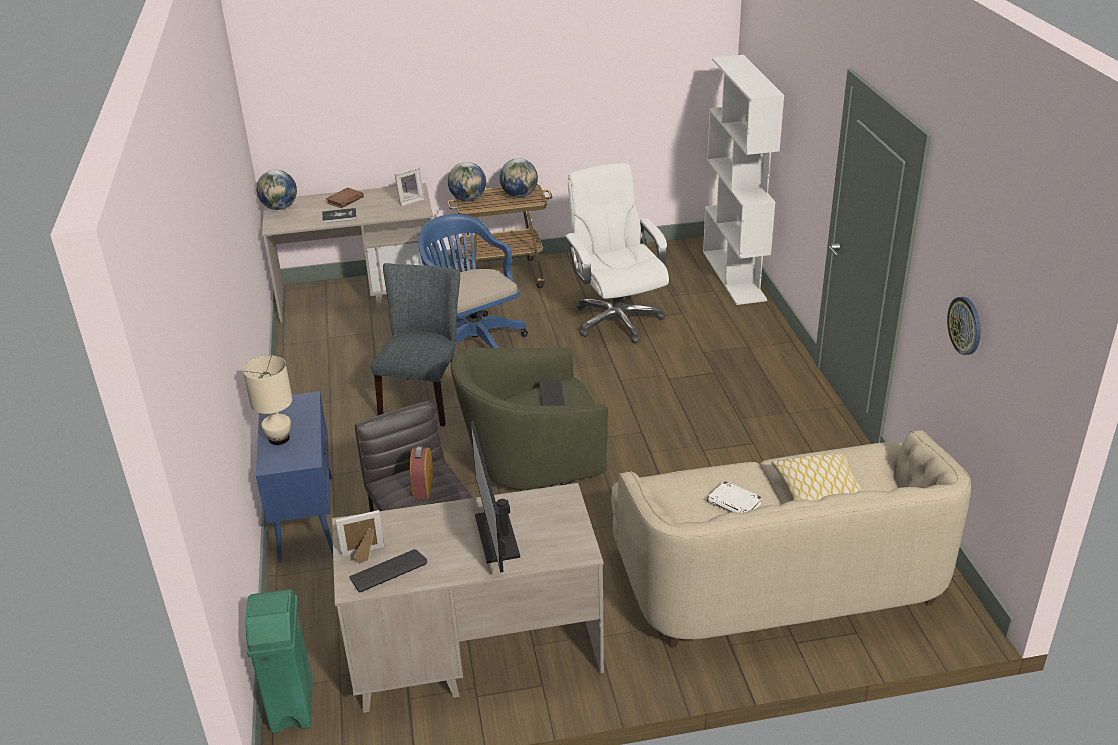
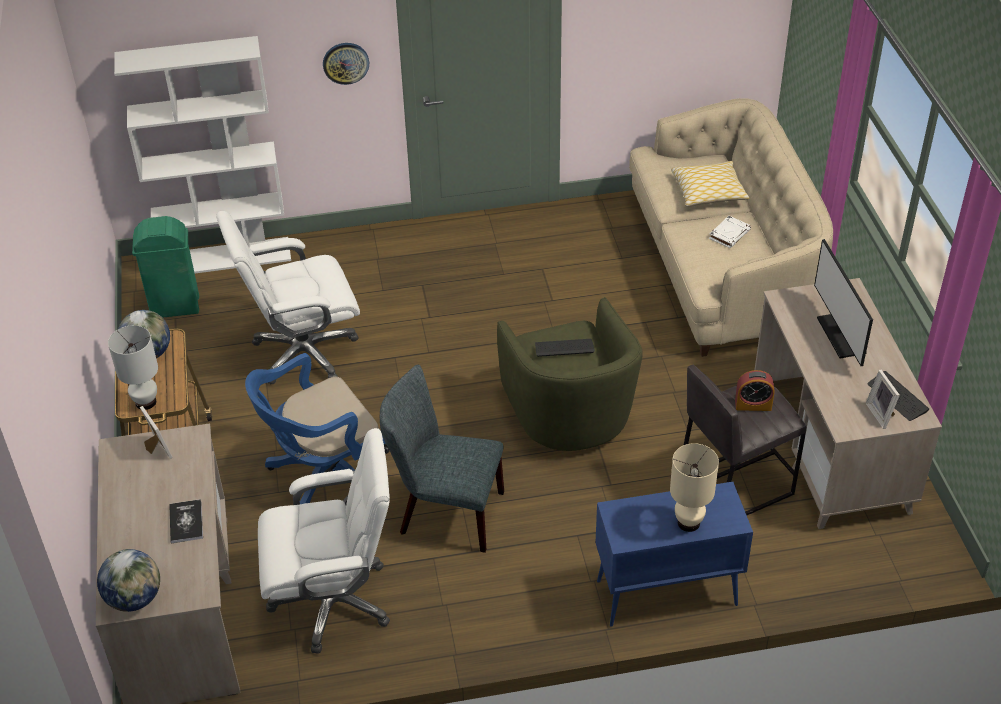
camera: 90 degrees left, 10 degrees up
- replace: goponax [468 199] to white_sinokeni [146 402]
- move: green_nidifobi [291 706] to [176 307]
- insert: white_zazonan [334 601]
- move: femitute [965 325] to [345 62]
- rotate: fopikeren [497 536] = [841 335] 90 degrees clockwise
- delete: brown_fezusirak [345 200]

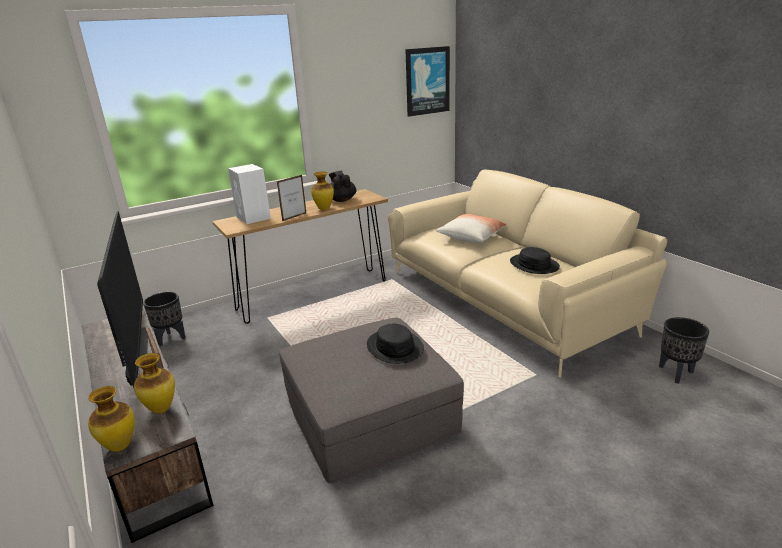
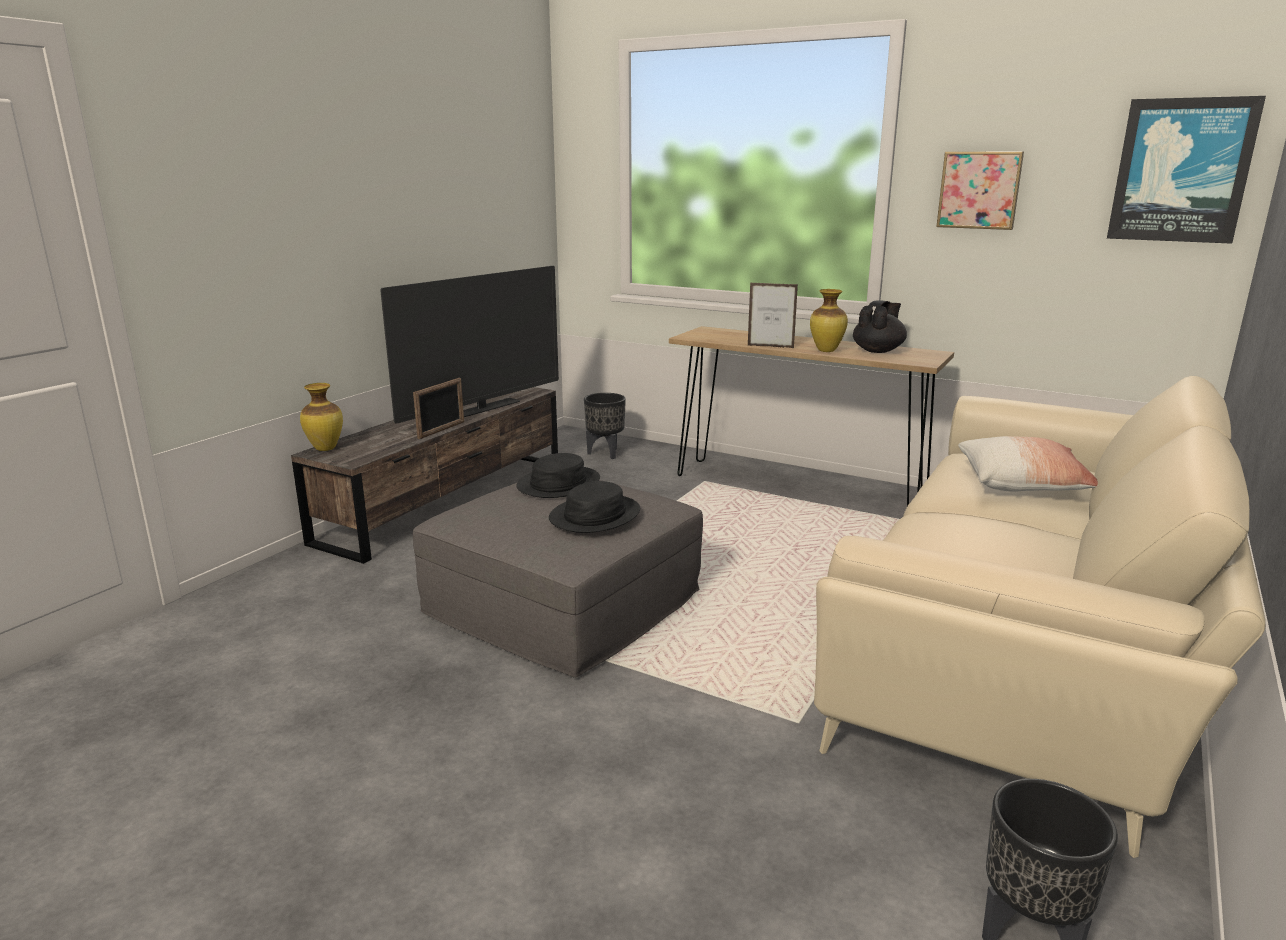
camera: 60 degrees right, 5 degrees down
- move: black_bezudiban [534 265] to [558 484]
- insert: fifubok [979 190]
- delete: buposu [161 409]
- delete: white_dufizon [253 218]

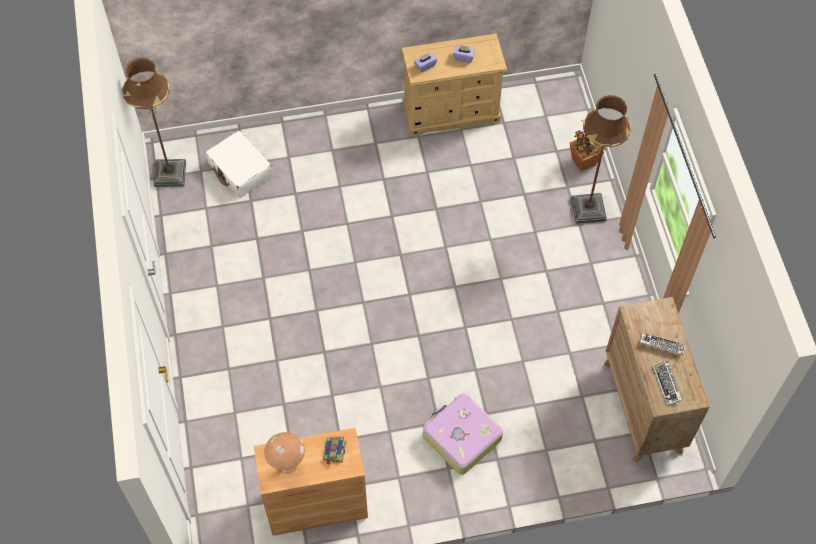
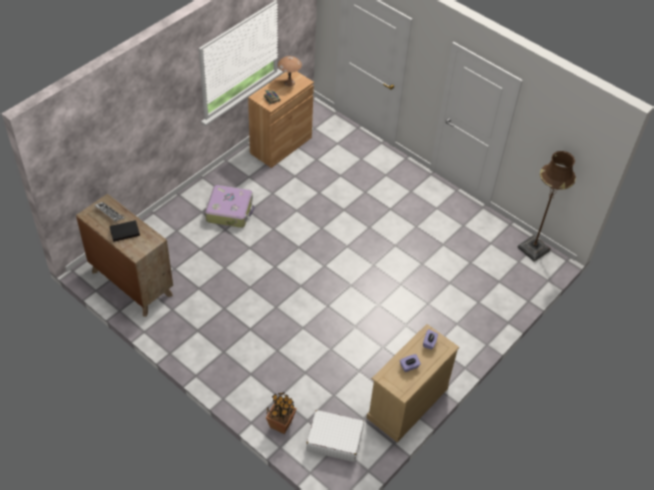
camera: 140 degrees right, 10 degrees down
- replace: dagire [662 345] to black_fezusirak [125 231]
- move: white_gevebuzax [240 170] to [334 440]
- delete: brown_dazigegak [588 209]

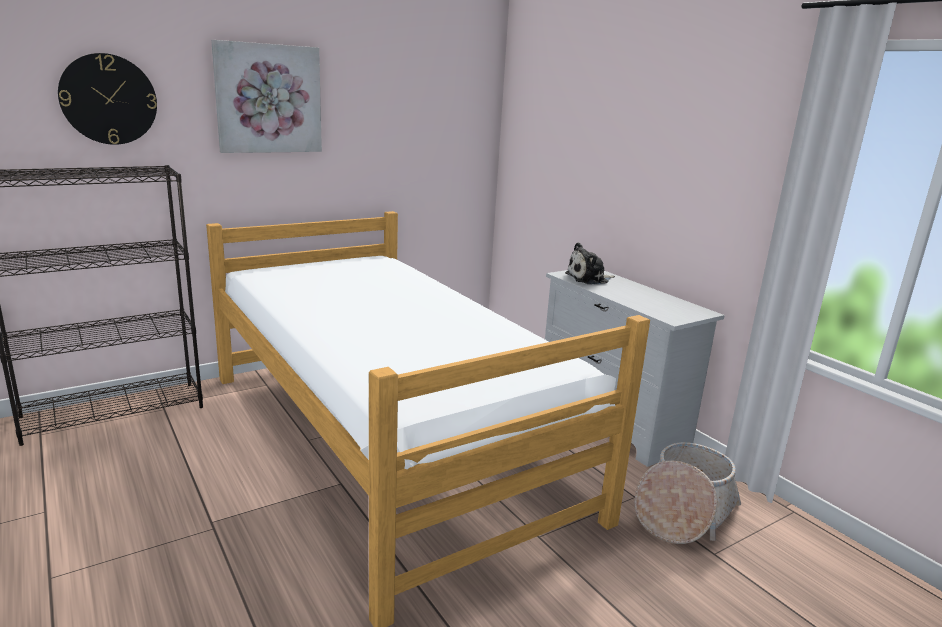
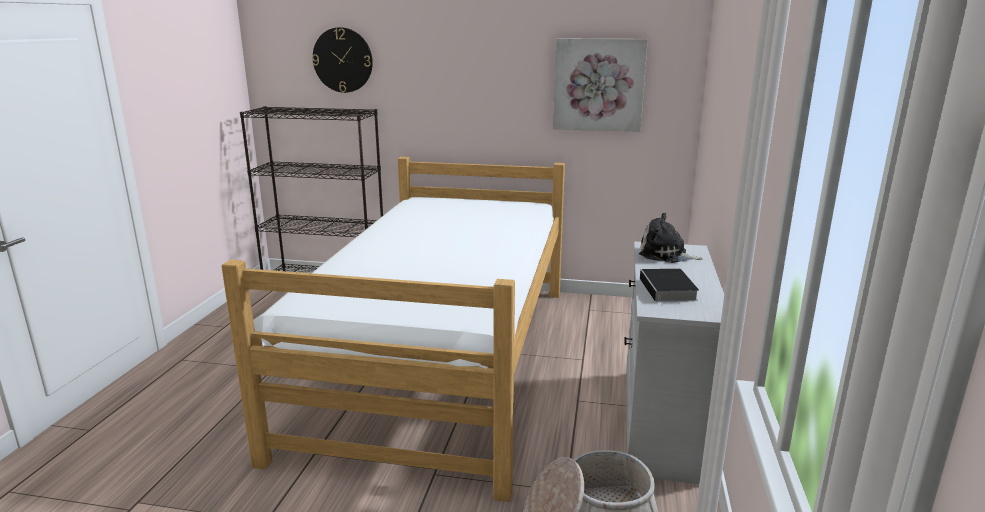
camera: 45 degrees right, 0 degrees up
- move: fifubok [268 99] to [598 85]
- insert: fezusirak [668 290]

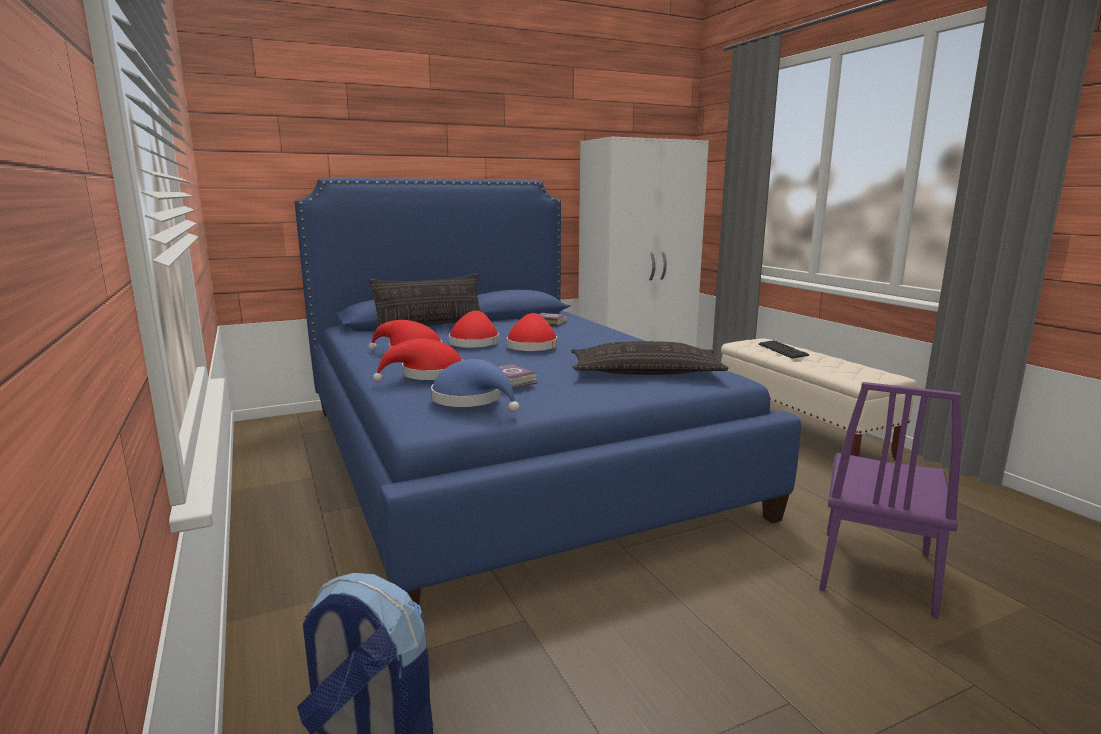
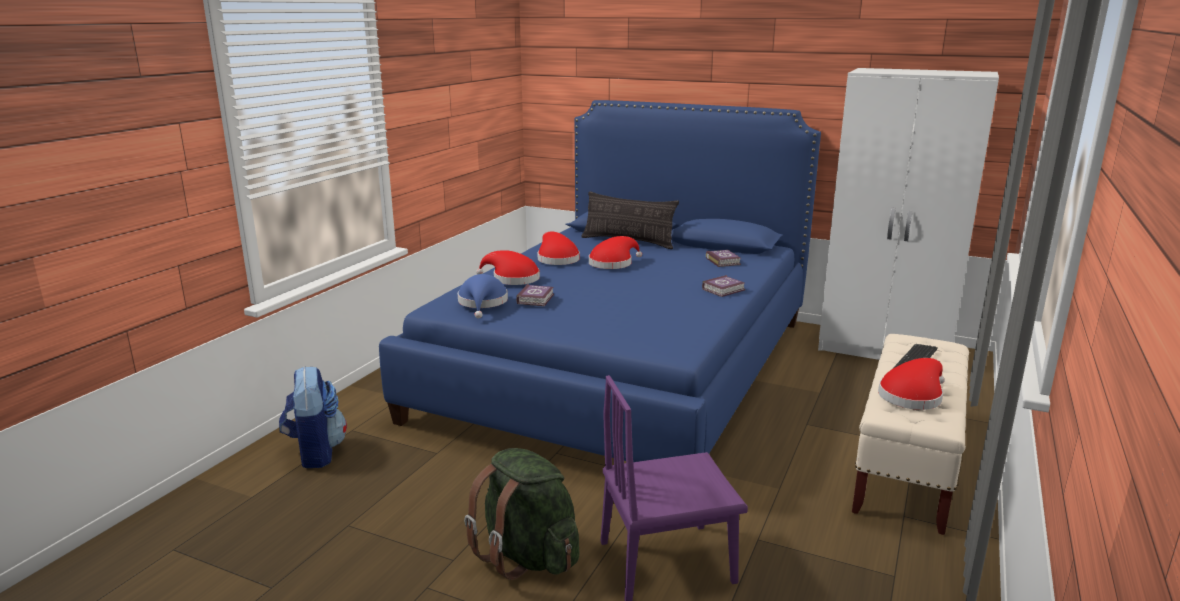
camera: 50 degrees right, 5 degrees up
- insert: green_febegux [527 555]
- insert: fezusirak [724 290]
- move: red_bezudiban [532 346] to [912 396]
- delete: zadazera [645 372]

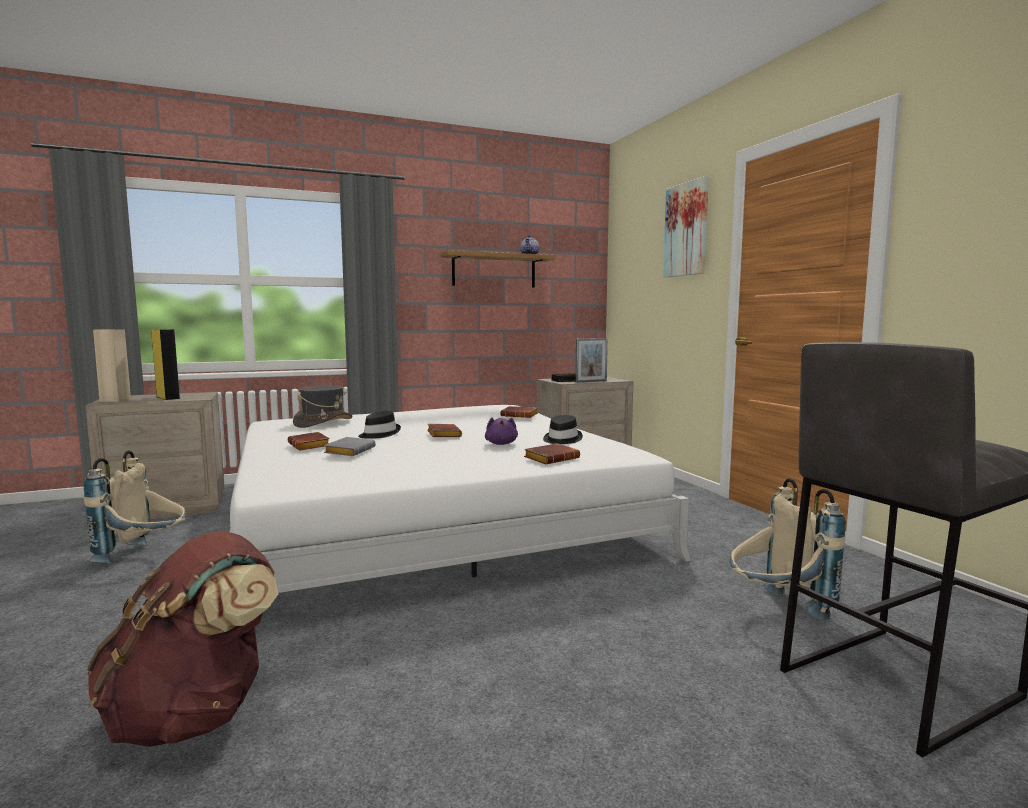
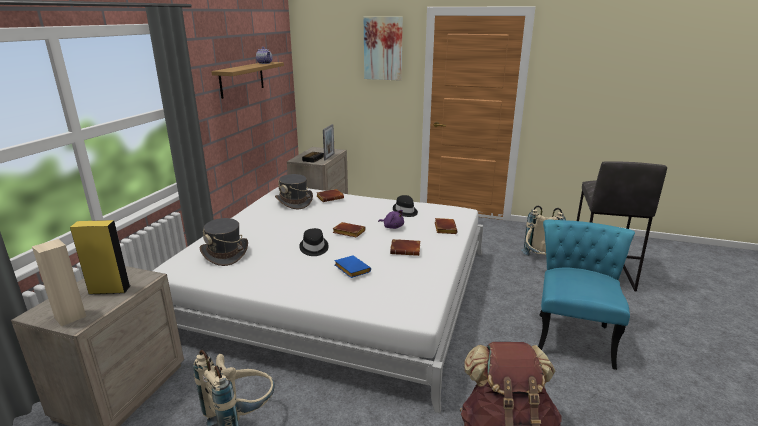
camera: 50 degrees left, 15 degrees up
- insert: grey_bezudiban [294 202]
- recolor: grey_fezusirak [349 451] to blue_fezusirak [351 269]
- move: brown_fezusirak [310 446] to [406 250]
- insert: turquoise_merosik [573 334]

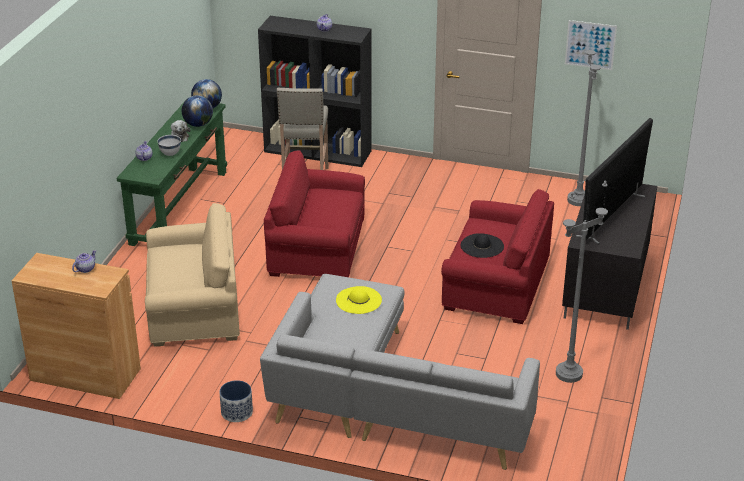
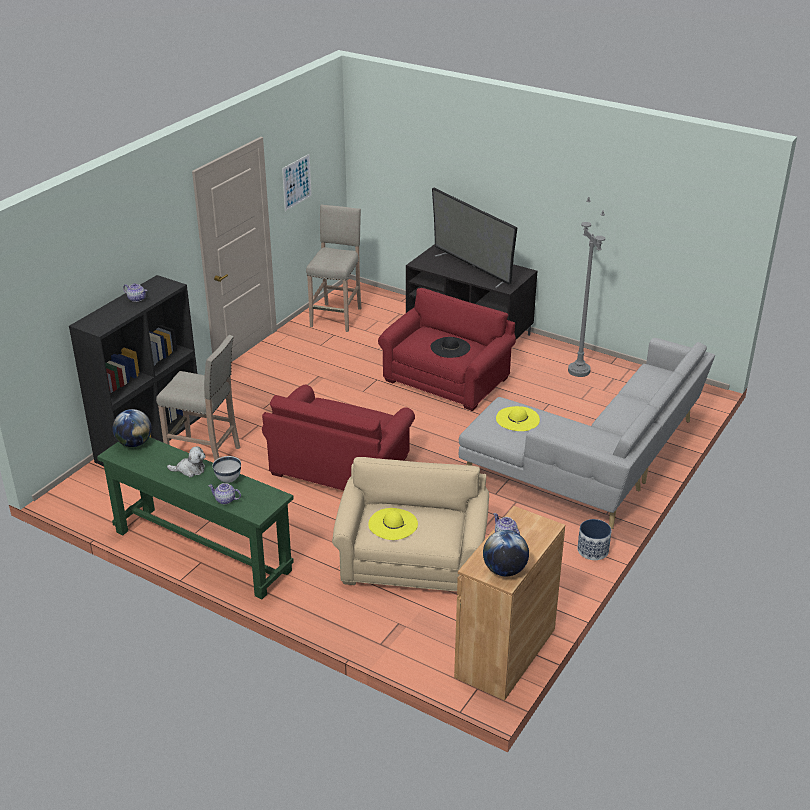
camera: 75 degrees left, 0 degrees up
- replace: grey_dazigegak [578 200] to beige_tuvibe [337 316]
- insert: yellow_bezudiban [393 524]
- move: goponax [198 124] to [504 570]

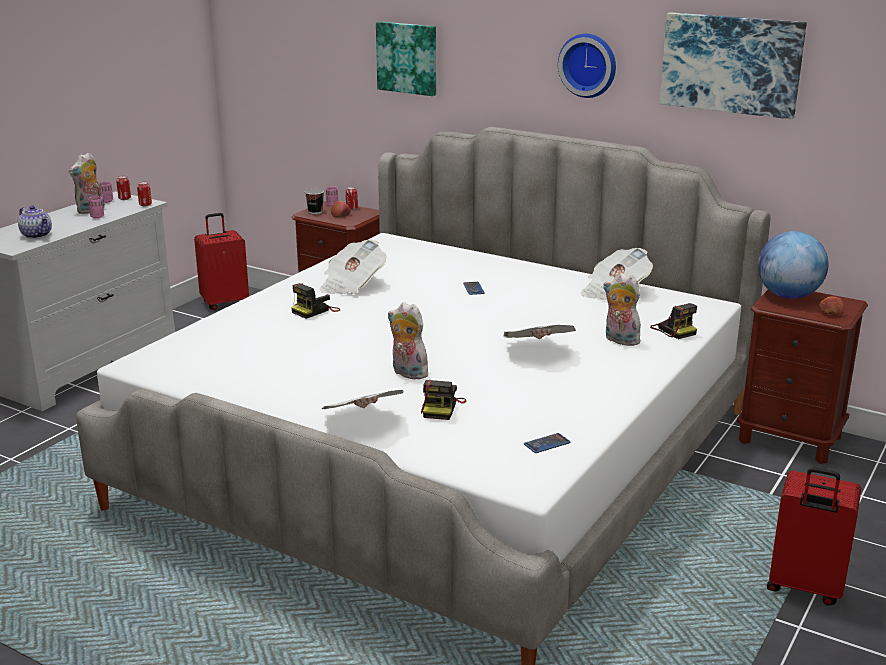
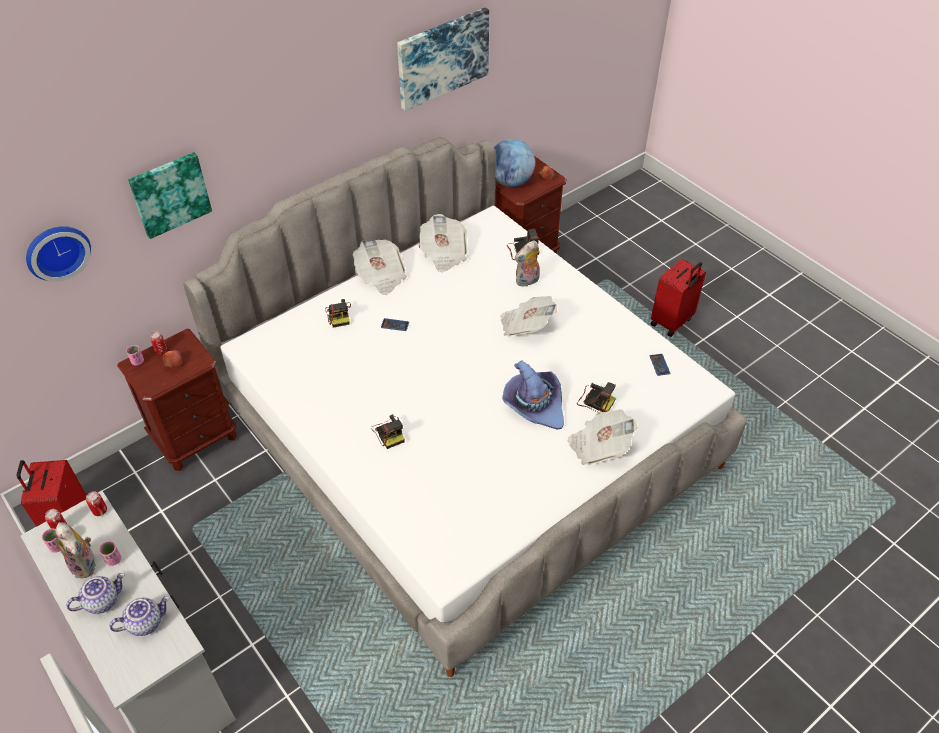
camera: 70 degrees left, 25 degrees up
- move: femitute [589 65] to [56 251]
- insert: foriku [102 600]
- insert: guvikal [339 315]
- move: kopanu [351 285] to [381 276]
- replace: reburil [407 373] to purple_bezudiban [534 405]
- delete: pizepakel [315 212]

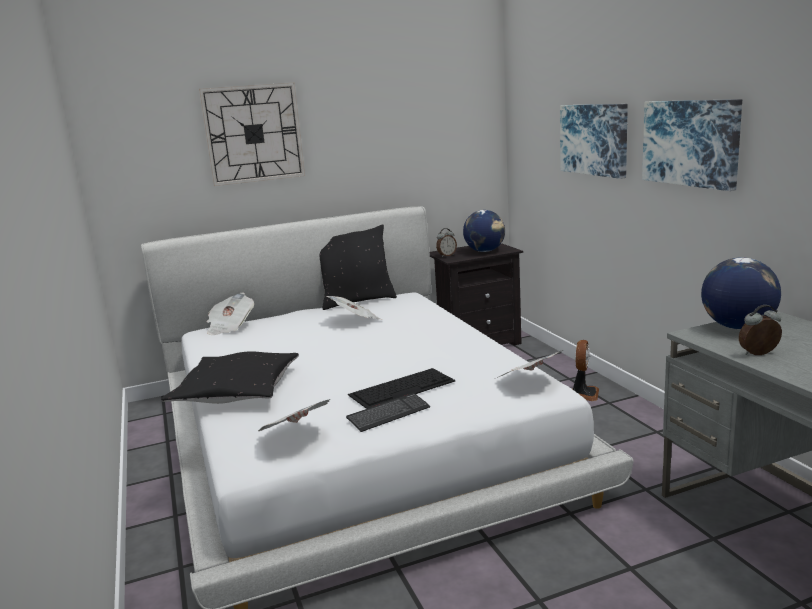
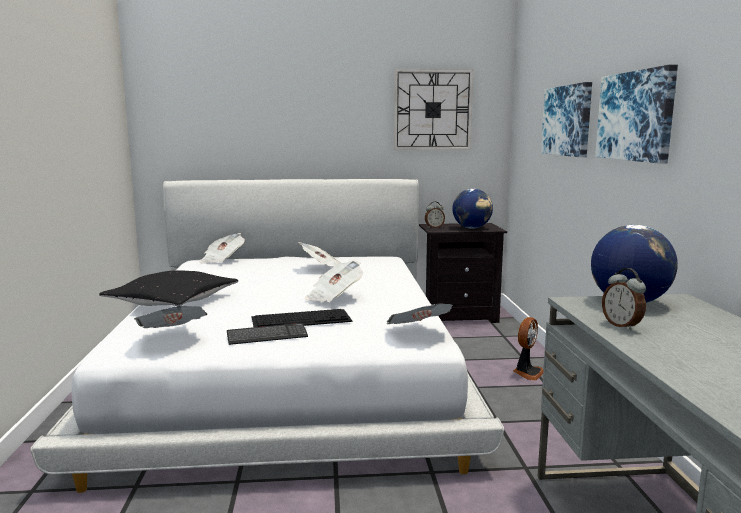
camera: 15 degrees right, 5 degrees down
- insert: kopanu [333 297]
- move: femitute [253 134] to [432 110]
- rotate: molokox [759 354] = [622 325] 120 degrees counterclockwise
- delete: black_zadazera [357 300]

